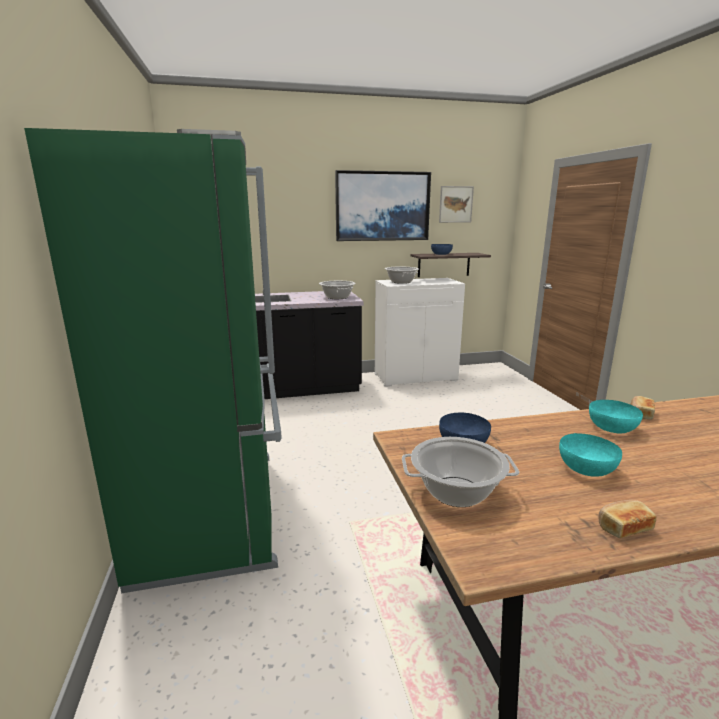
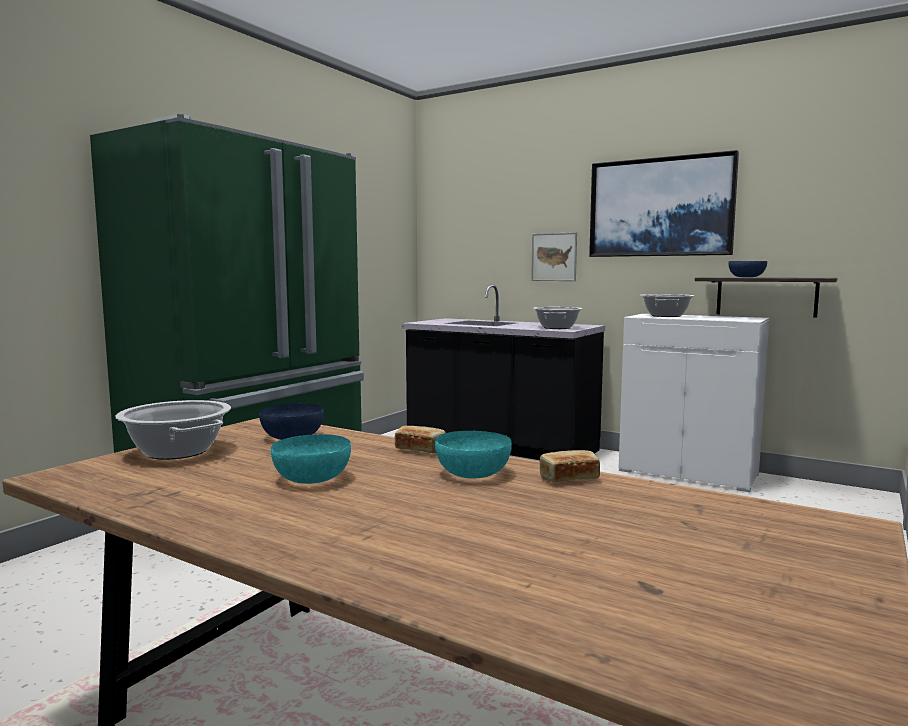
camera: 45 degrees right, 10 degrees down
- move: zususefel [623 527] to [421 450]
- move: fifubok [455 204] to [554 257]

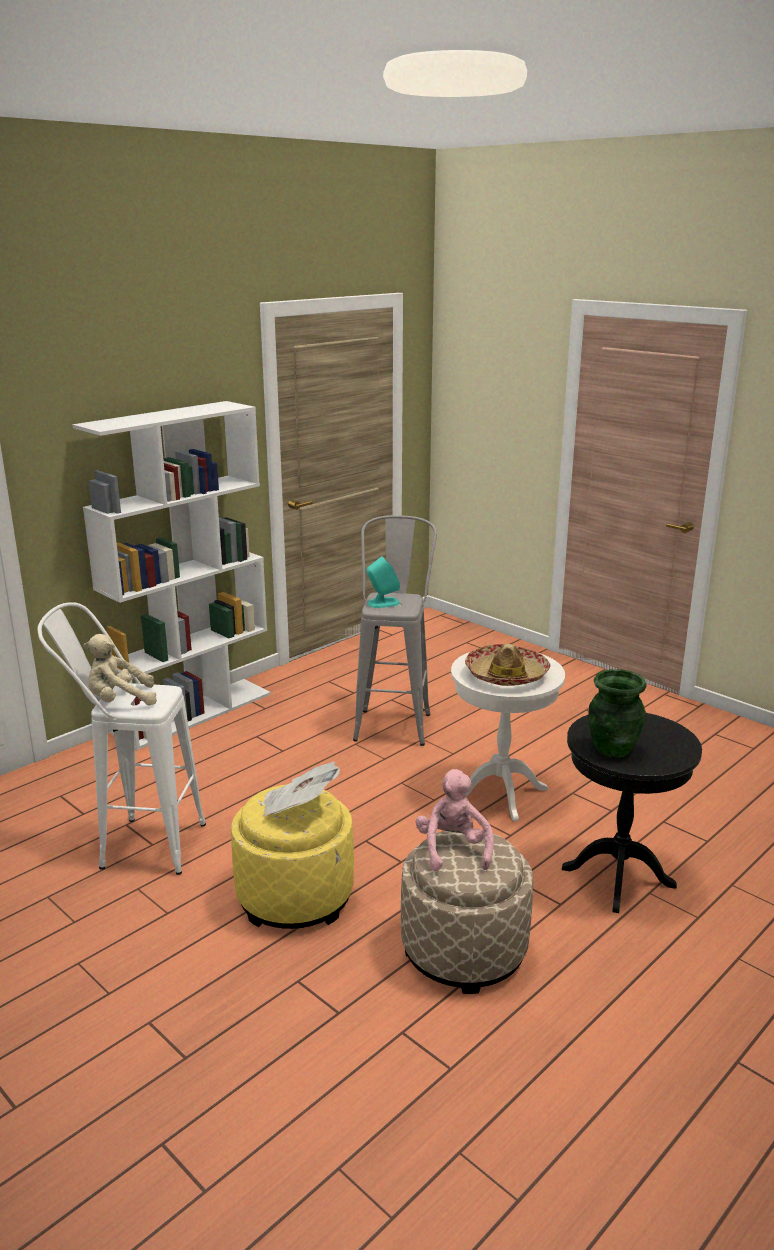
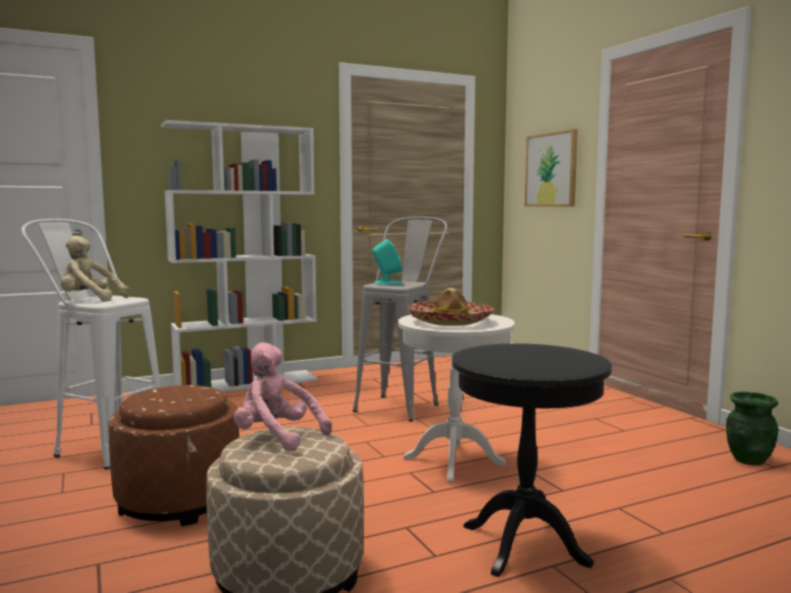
camera: 20 degrees right, 15 degrees down
- recolor: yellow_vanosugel [295 896] to brown_vanosugel [179 500]
- rotate: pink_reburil [453 849] = [277 437] 75 degrees counterclockwise
- insert: fifubok [551 170]
- move: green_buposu [612 749] to [748 460]
- delete: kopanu [299 807]

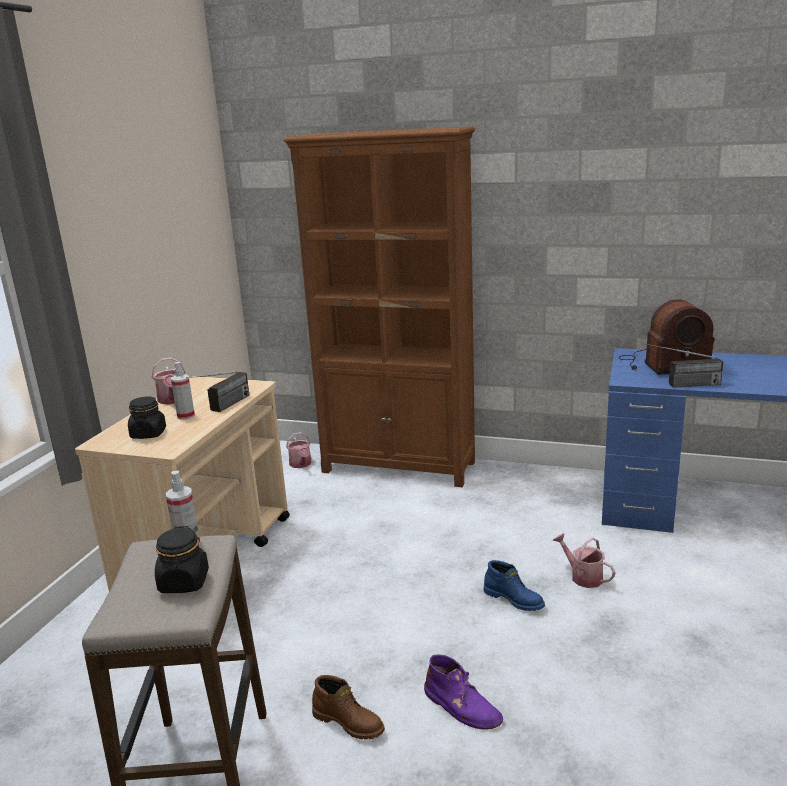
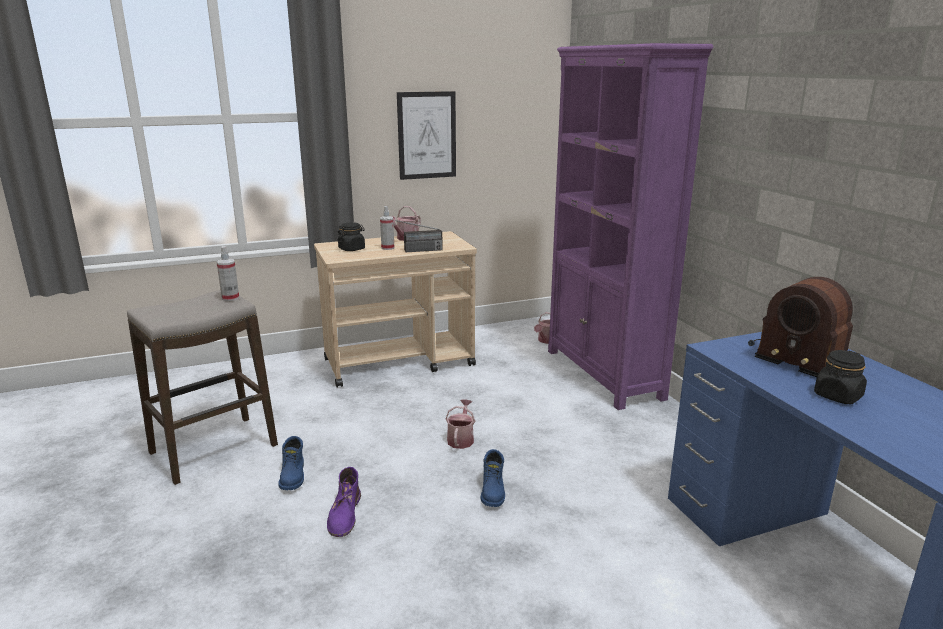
camera: 50 degrees right, 0 degrees up
- recolor: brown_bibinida [349 722] to blue_bibinida [293 476]
- insert: fifubok [427 135]
- move: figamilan [583 576] to [461 439]
- recolor: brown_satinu [399 467] to purple_satinu [603 374]
- move: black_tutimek [184 582] to [838 396]
- delete: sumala [681 385]

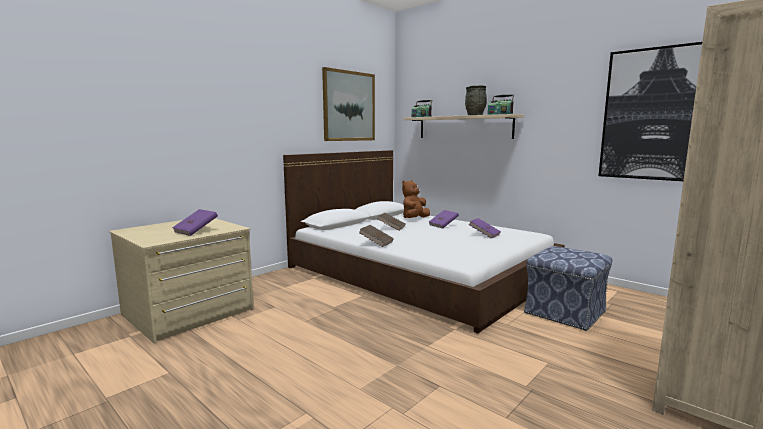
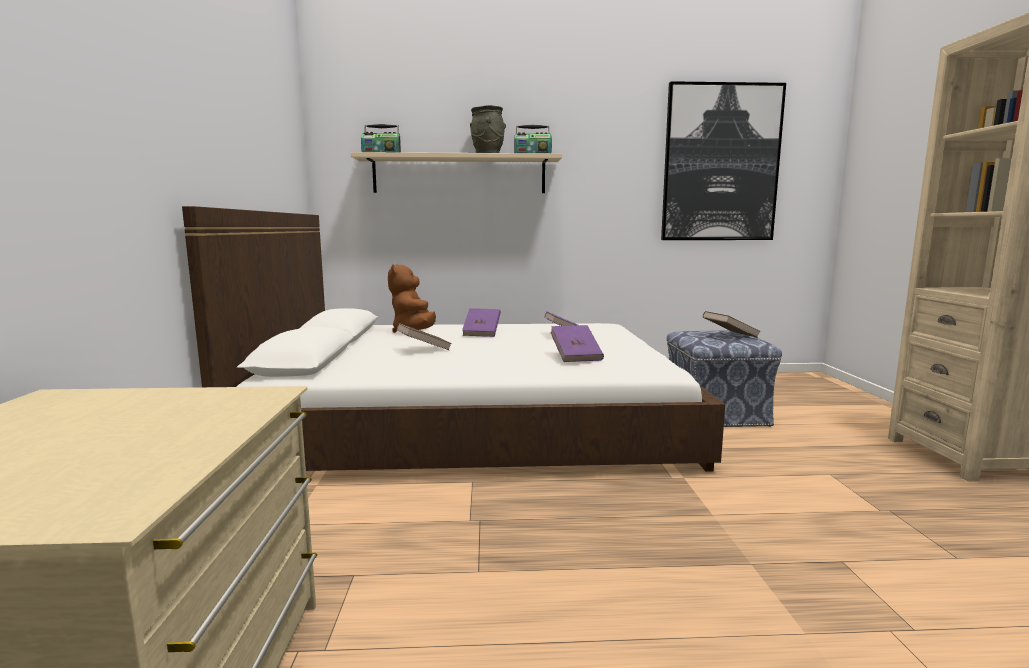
camera: 45 degrees left, 0 degrees up
- move: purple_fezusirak [196 231] to [576 356]
- move: brown_fezusirak [376 243] to [729 336]
- delete: fifubok [349 106]

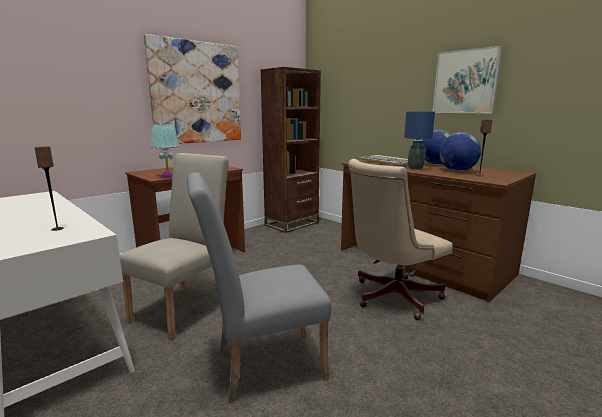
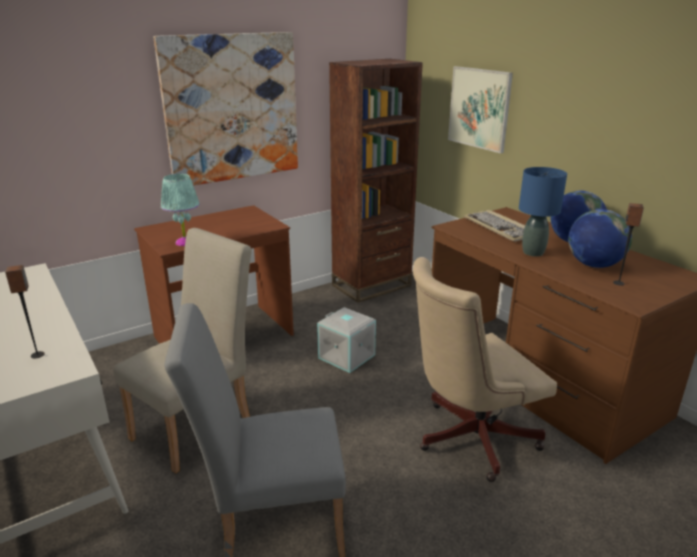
camera: 10 degrees right, 10 degrees up
- insert: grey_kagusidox [347 356]
- move: fifubok [465 82] to [479 108]

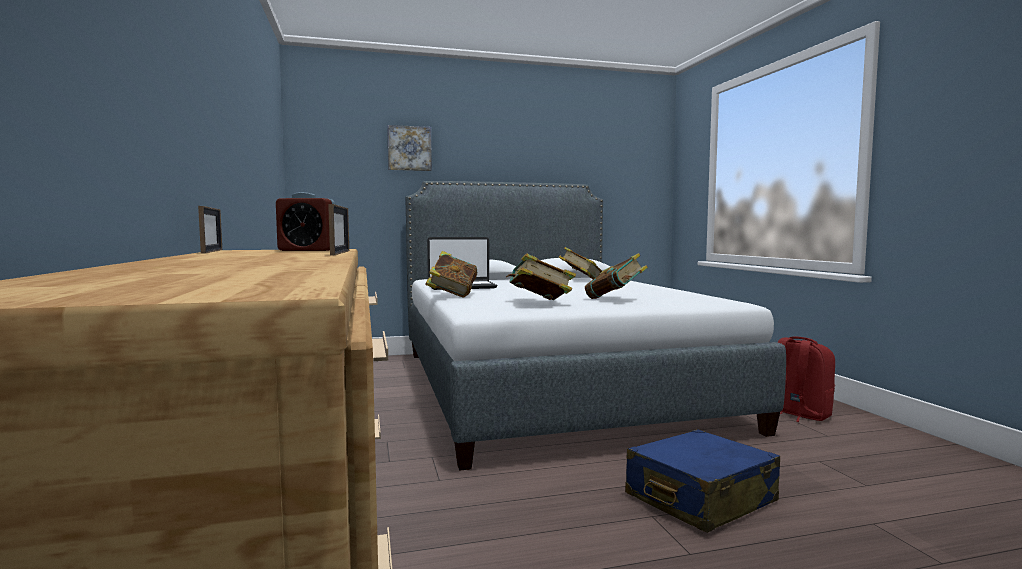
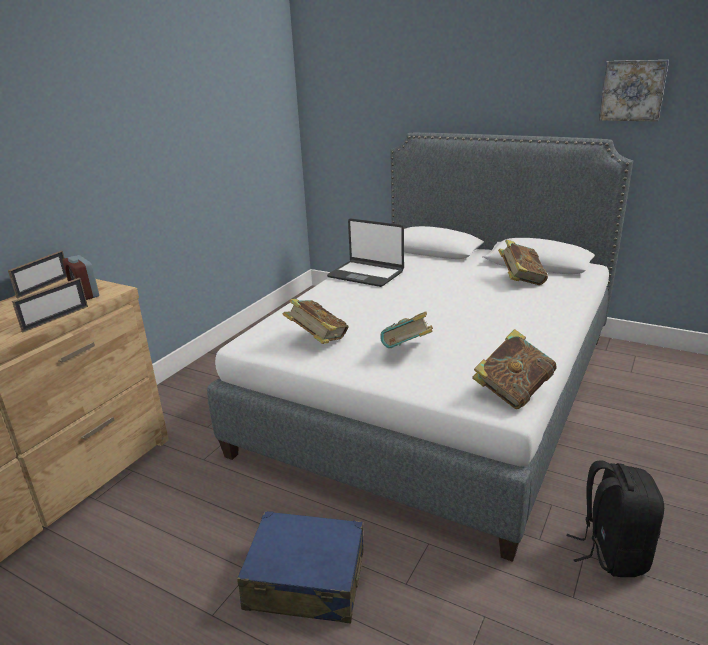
camera: 45 degrees right, 20 degrees up
- move: fezusirak [452 295] to [512 393]
- recolor: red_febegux [798 414] to black_febegux [611 551]
- move: fifubok [409 148] to [633 90]

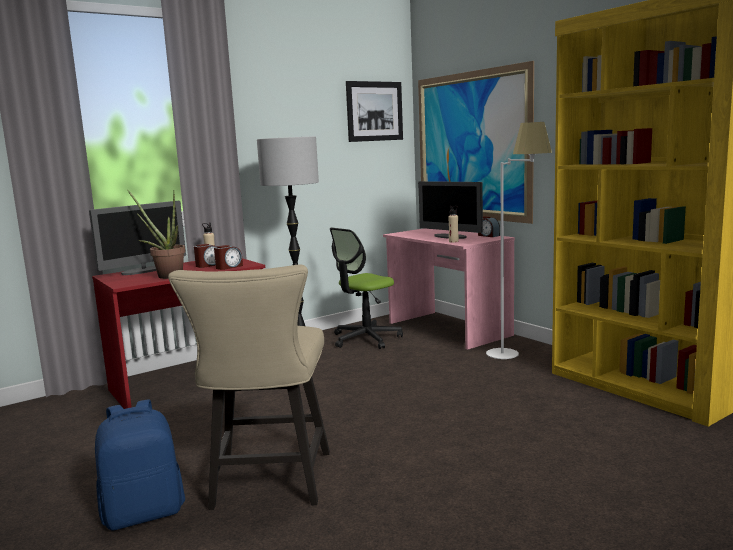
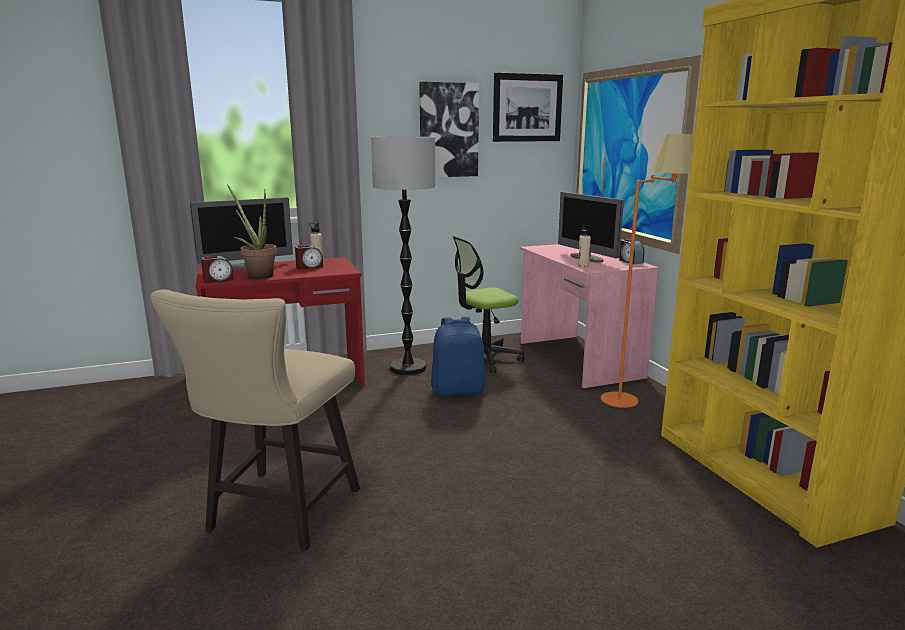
camera: 15 degrees right, 5 degrees up
- move: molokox [229 267] to [218 280]
- insert: fifubok [448 130]
- move: blue_febegux [144 513] to [458 391]
- recolor: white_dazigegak [517 353] to orange_dazigegak [636 402]

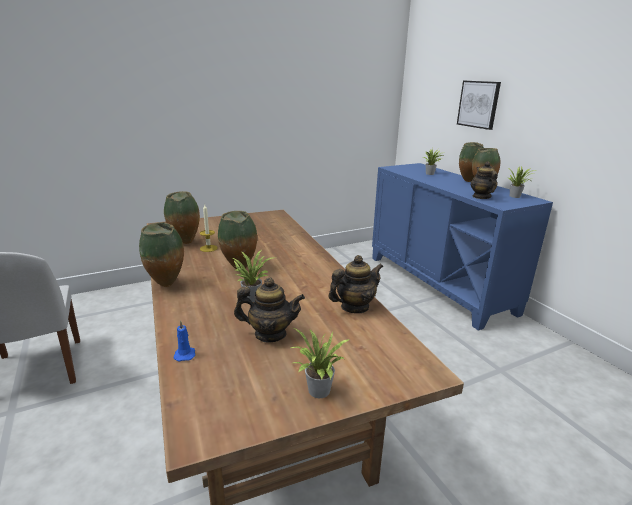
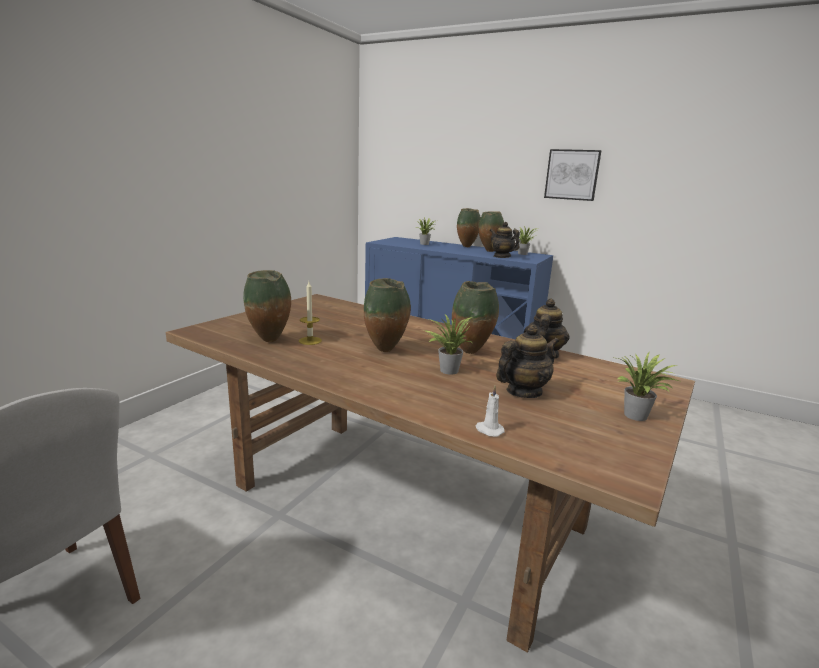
camera: 35 degrees left, 5 degrees down
- move: buposu [167 285] to [472 352]
- recolor: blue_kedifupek [185 354] to white_kedifupek [488 430]
- move: fifubok [478 104] to [572 174]

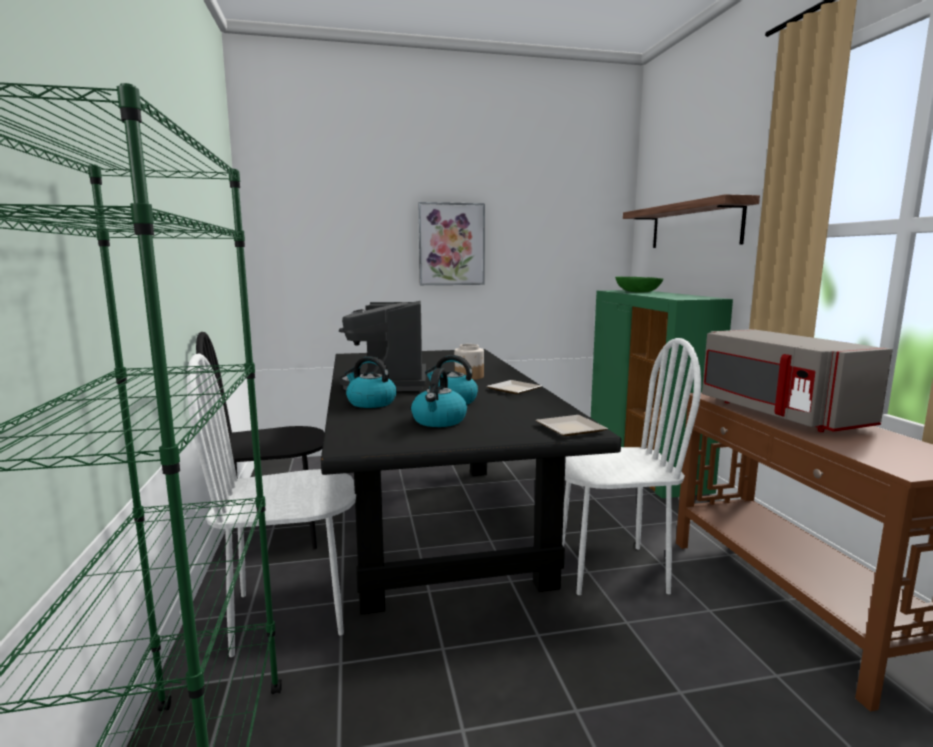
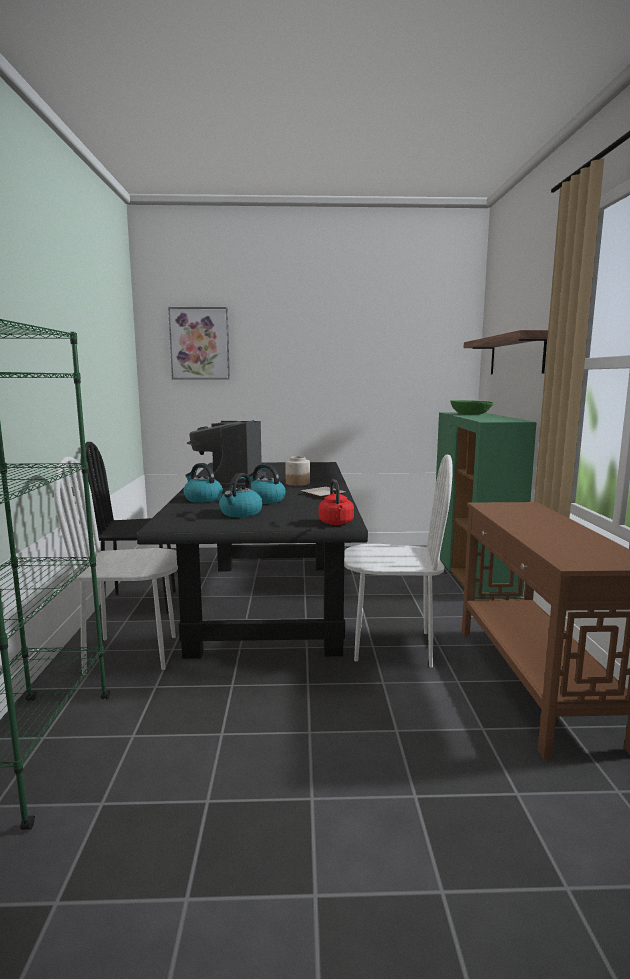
camera: 10 degrees right, 0 degrees up
- move: fifubok [451 244] to [199 343]
- replace: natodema [573 429] to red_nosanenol [336 523]
- delete: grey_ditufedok [777 413]

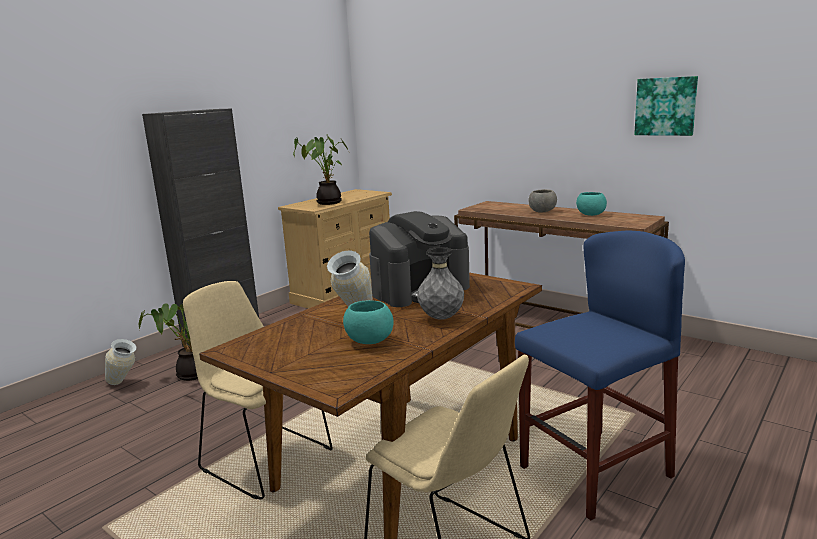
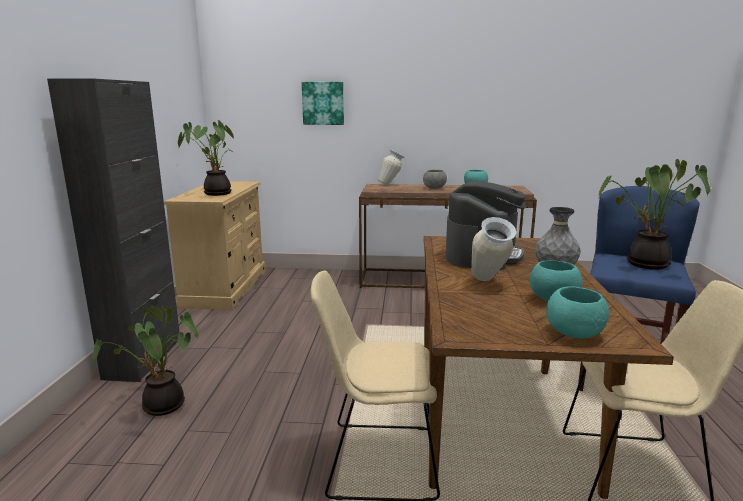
camera: 35 degrees left, 0 degrees up
- move: fifubok [665 106] to [323 103]
- move: buposu [124 384] to [391 185]
- insert: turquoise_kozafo [574 333]
- insert: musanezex [643 264]

